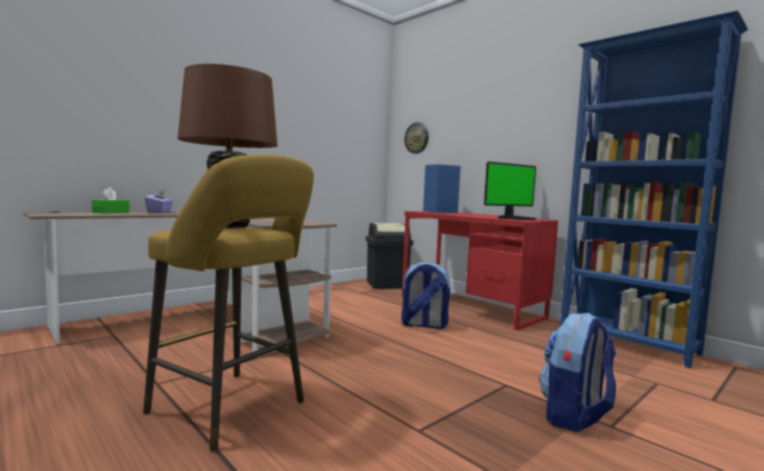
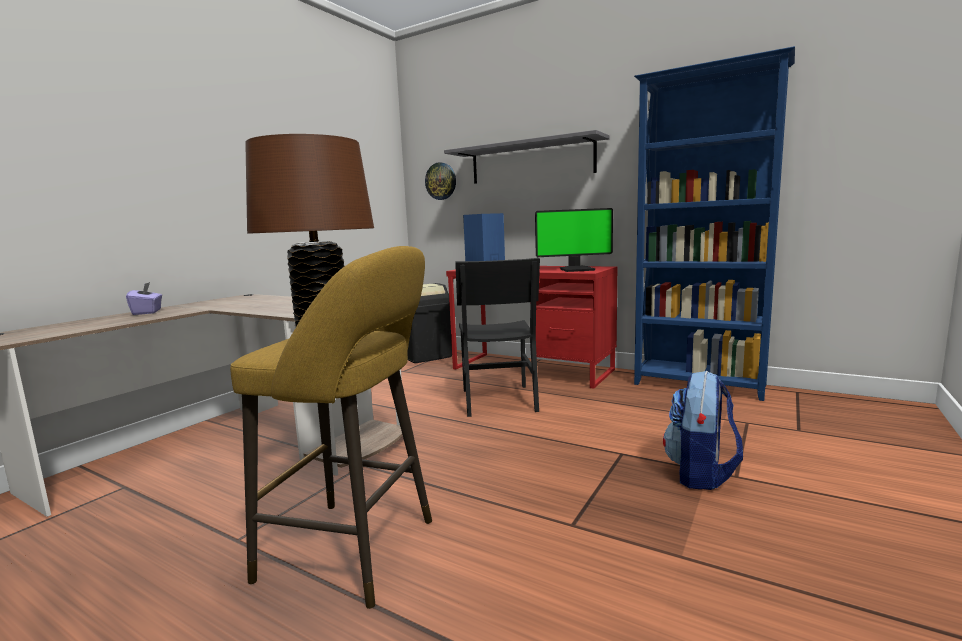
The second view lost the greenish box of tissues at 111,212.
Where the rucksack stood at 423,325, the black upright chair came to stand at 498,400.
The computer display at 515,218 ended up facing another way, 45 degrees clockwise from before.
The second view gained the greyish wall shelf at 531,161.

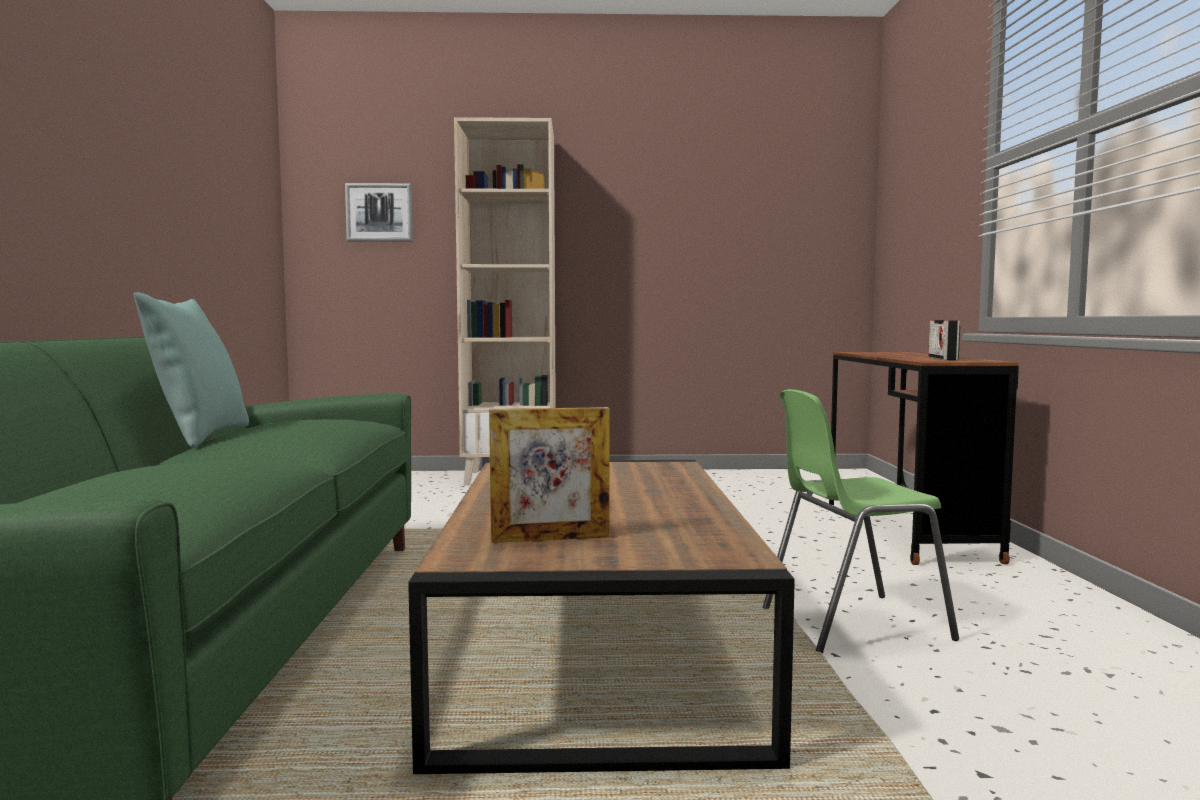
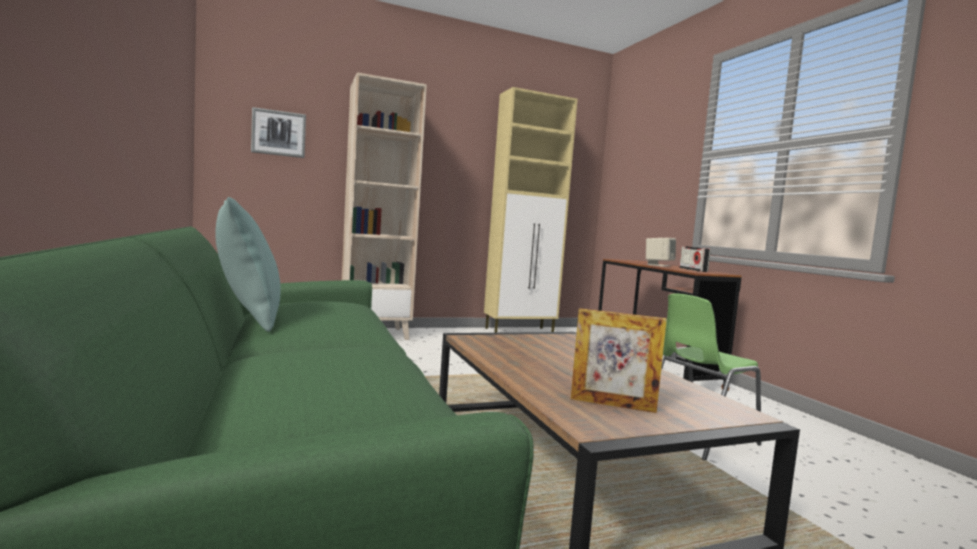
The standing frame at 550,538 ended up facing another way, 45 degrees clockwise from before.
The second view gained the sand-coloured cupboard at 520,331.
The second view gained the sand-coloured audio speaker at 658,265.

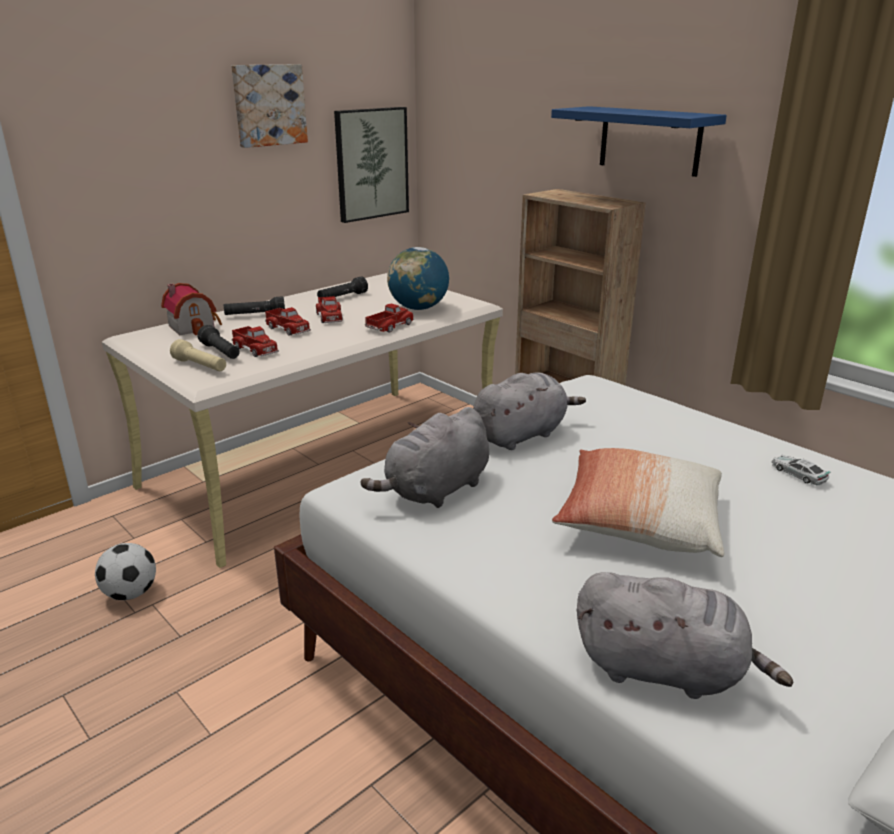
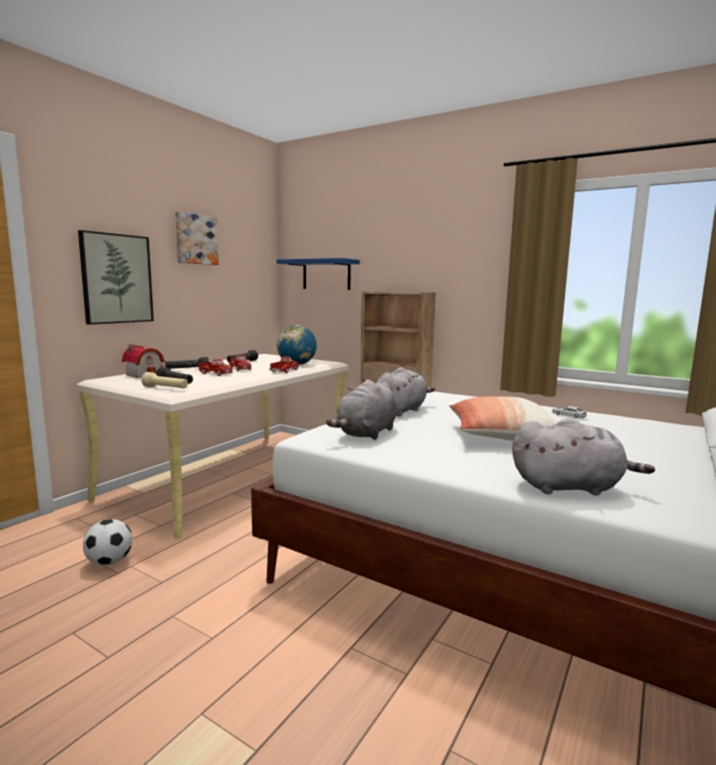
The second view lost the toy truck at 255,349.
The wall art ended up elsewhere, having gone from 371,164 to 116,279.
The blue-coloured wall shelf ended up elsewhere, having gone from 649,140 to 326,275.

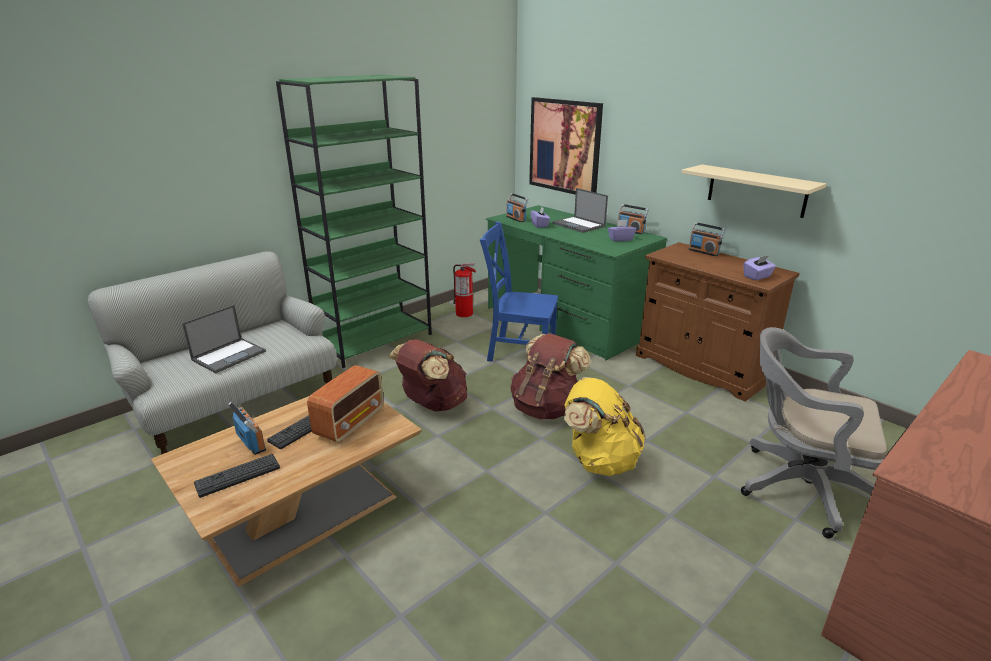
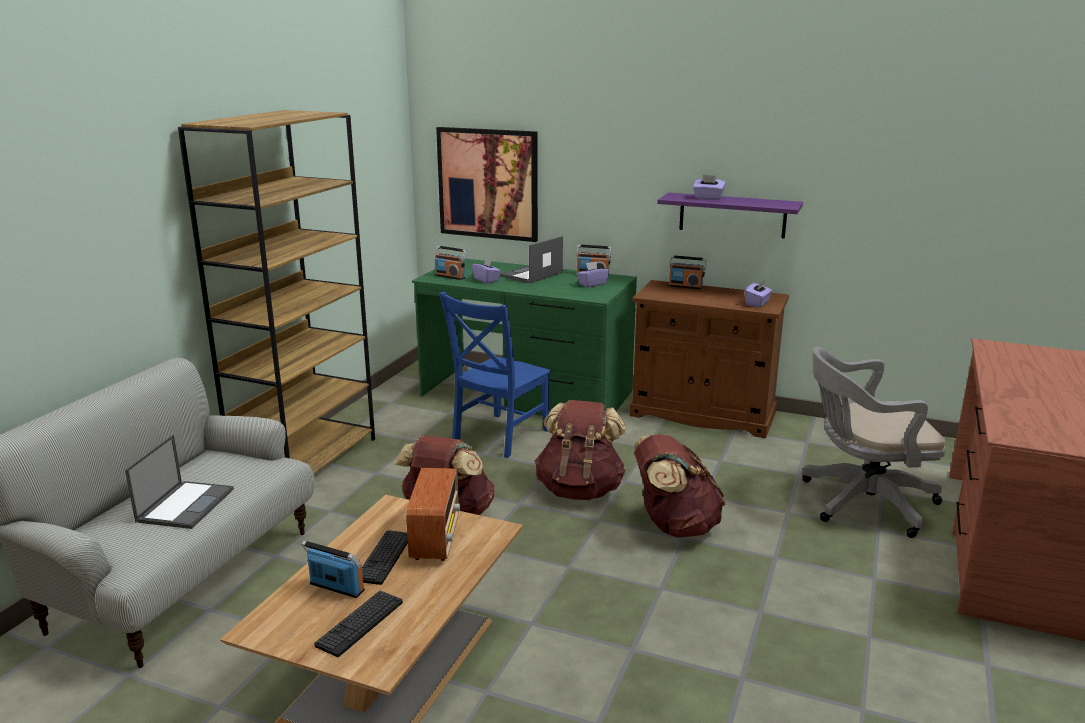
What was the greenish bookcase at 375,341 turned into the brownish bookcase at 306,461.
The second view lost the fire extinguisher at 464,313.
The blue-coloured upright chair at 518,351 ended up facing another way, 45 degrees counterclockwise from before.
The portable computer at 579,225 ended up facing another way, 105 degrees clockwise from before.
What was the yellow-coloured rucksack at 599,460 turned into the brownish rucksack at 674,526.
What was the sand-coloured wall shelf at 756,190 turned into the purplish wall shelf at 732,215.
The second view gained the purplish box of tissues at 708,198.

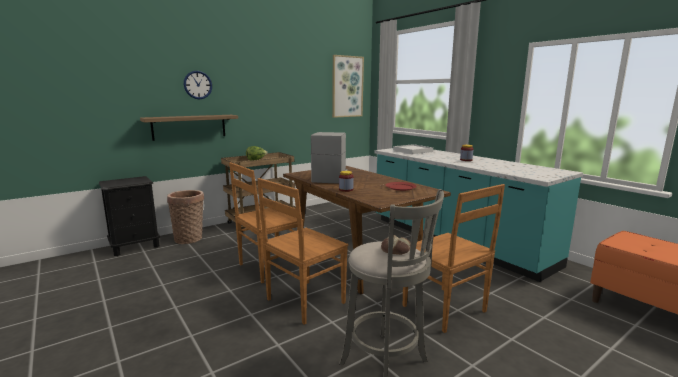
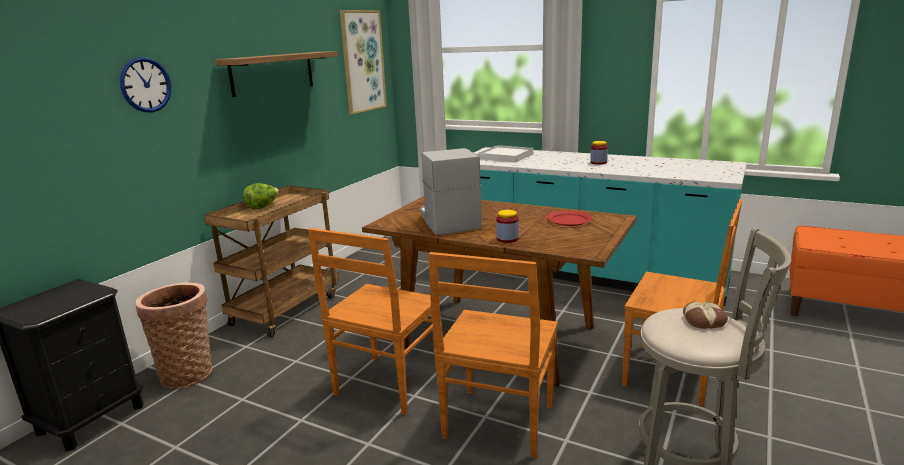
The wall shelf ended up elsewhere, having gone from 189,127 to 272,73.

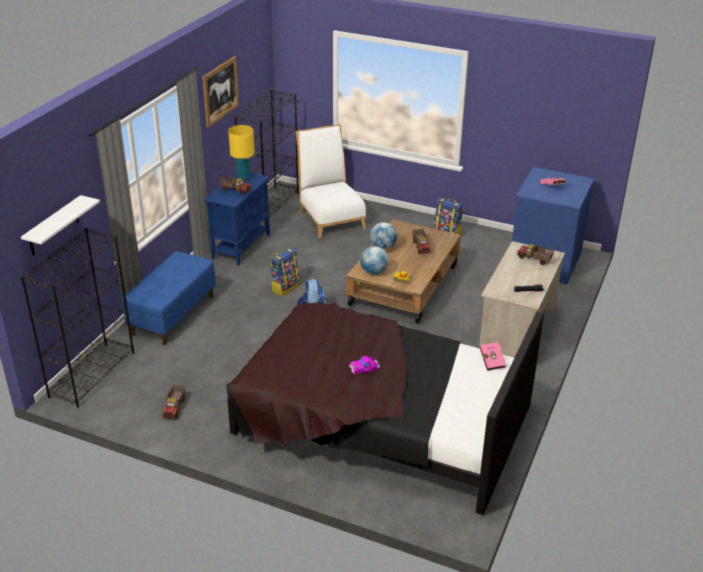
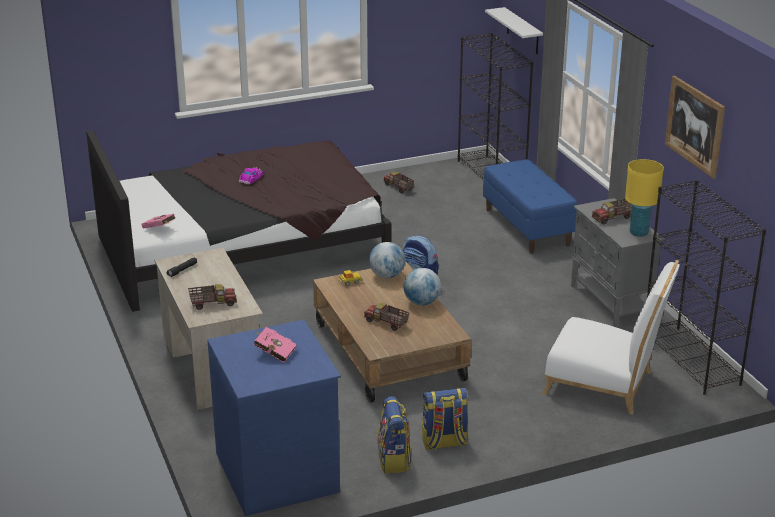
What was the blue-coloured cupboard at 241,246 turned into the greyish cupboard at 611,303.
The rucksack ended up elsewhere, having gone from 284,287 to 394,460.

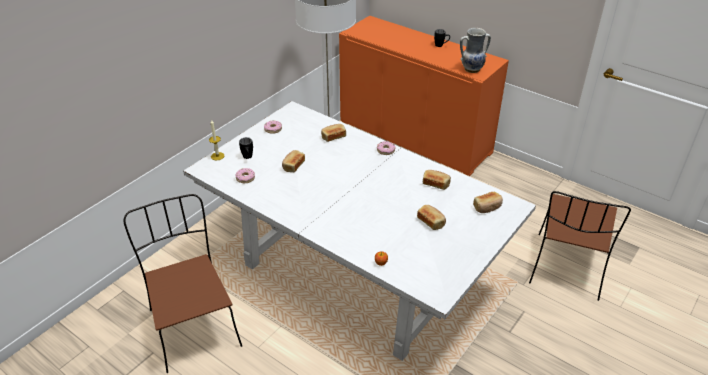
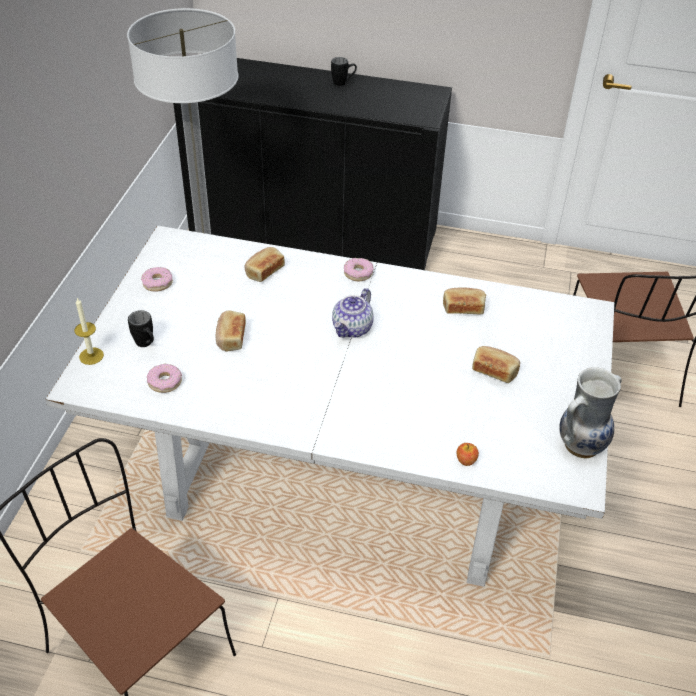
What was the orange cupboard at 414,137 turned into the black cupboard at 314,232.
The flower vase ended up elsewhere, having gone from 471,69 to 580,444.
The second view lost the bread at 487,207.
The second view gained the pot for tea at 352,329.

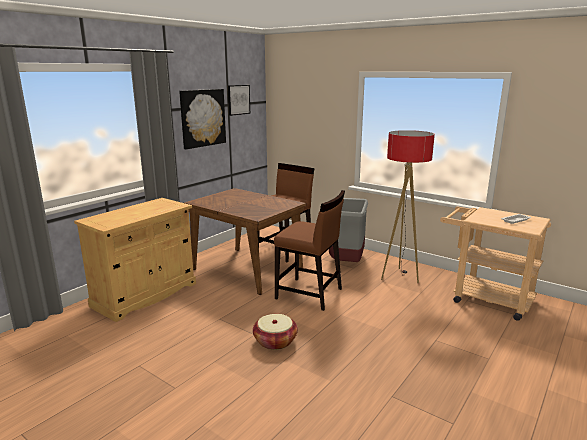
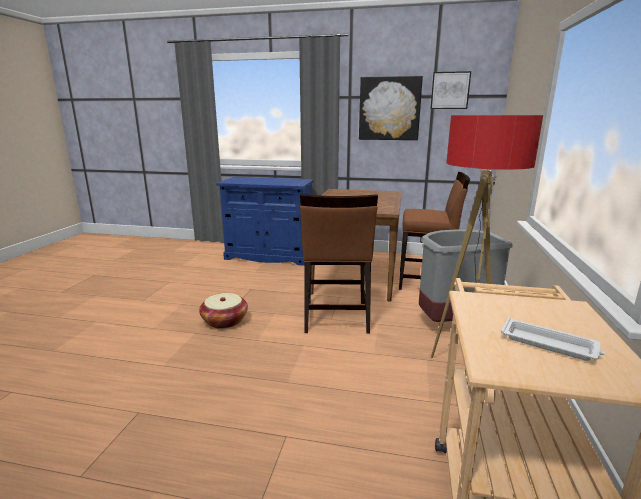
What was the sand-coloured cupboard at 145,295 turned into the blue-coloured cupboard at 269,256.

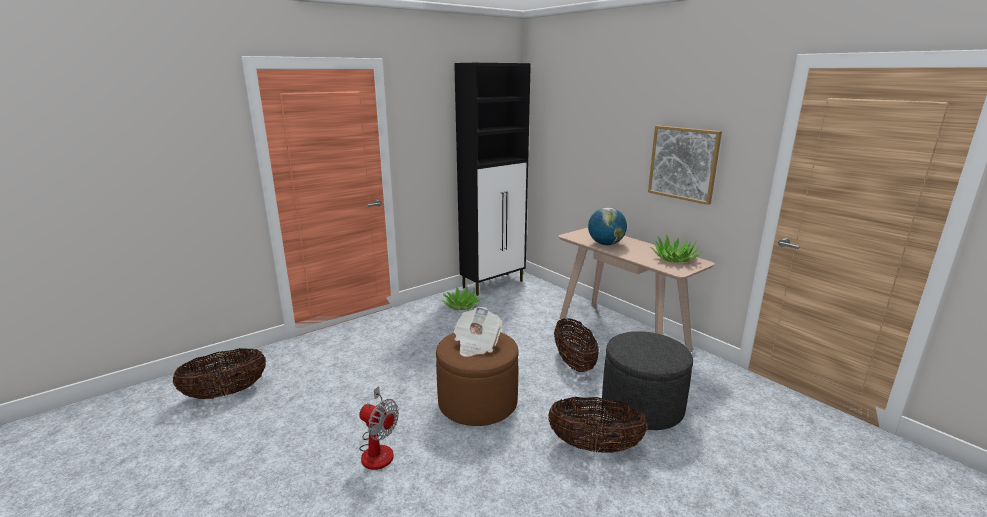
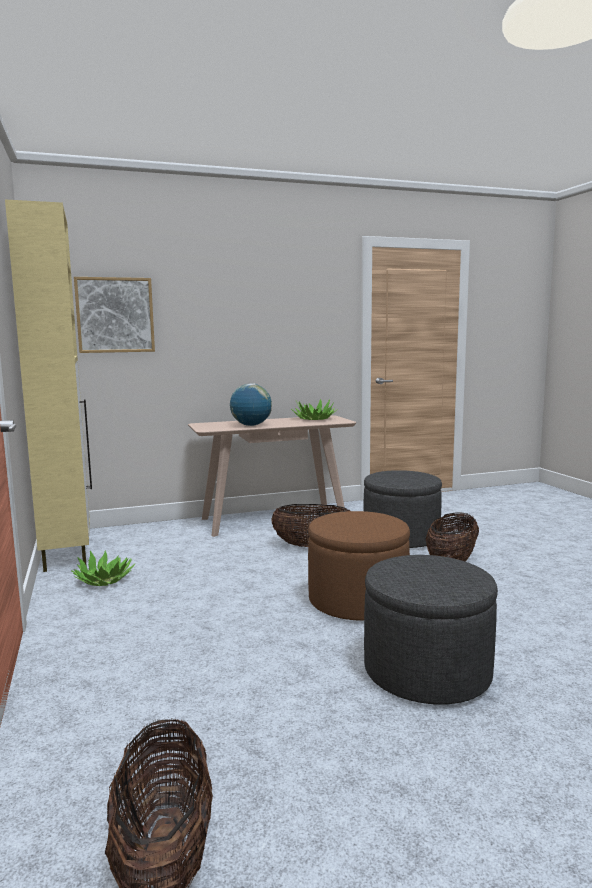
Where the cooling fan stood at 378,449, the greyish ottoman came to stand at 427,671.
The second view lost the daily paper at 476,344.
What was the black cupboard at 493,284 turned into the sand-coloured cupboard at 67,552.
The wall art ended up elsewhere, having gone from 683,163 to 115,315.

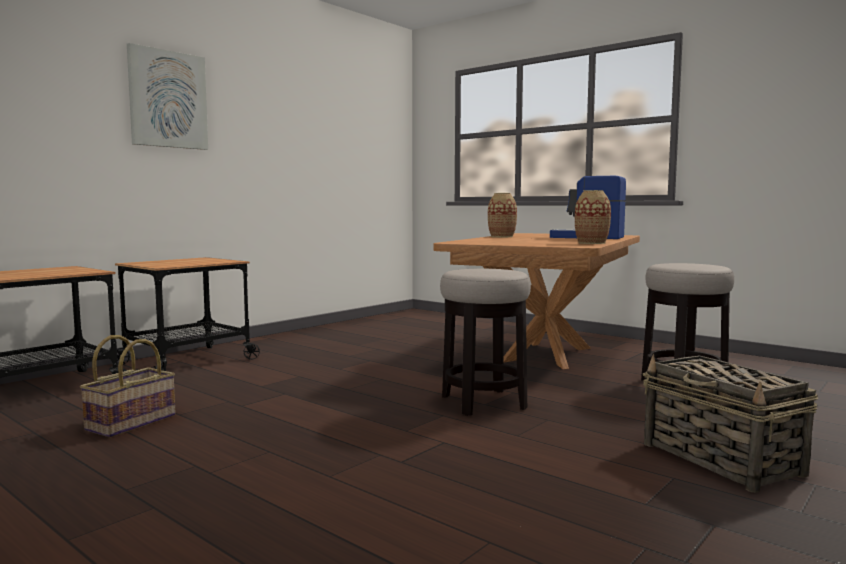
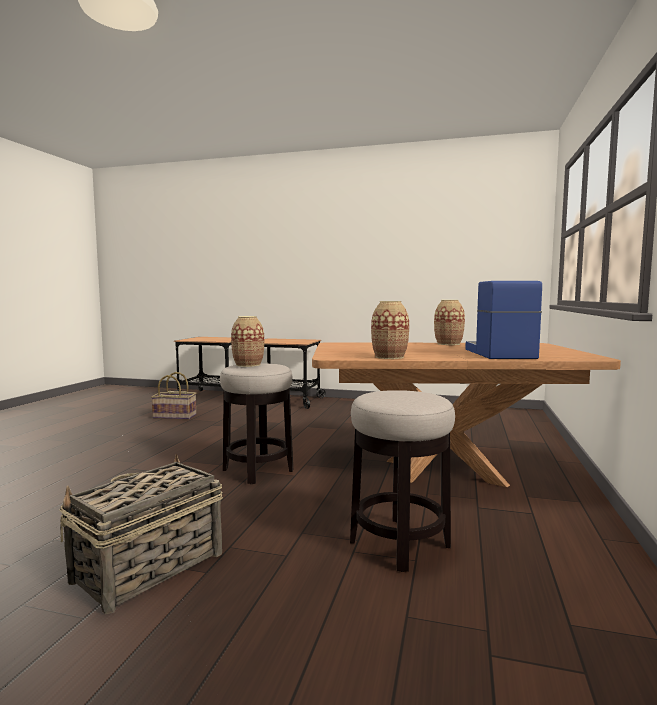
The second view lost the wall art at 168,99.
The second view gained the flower vase at 248,364.

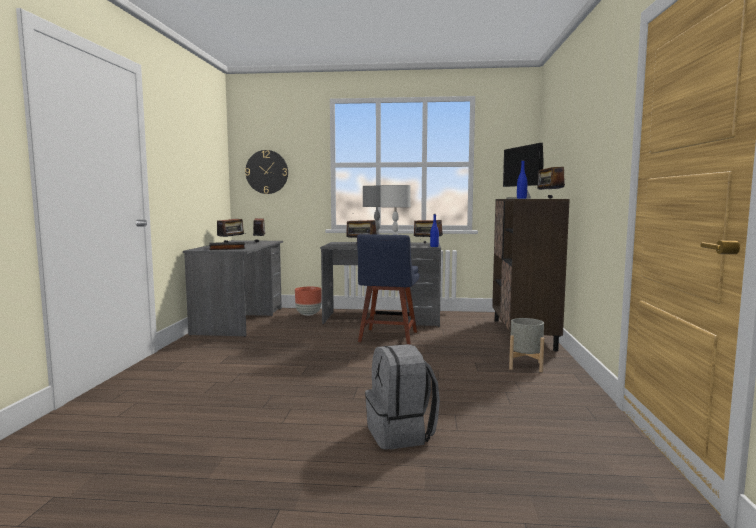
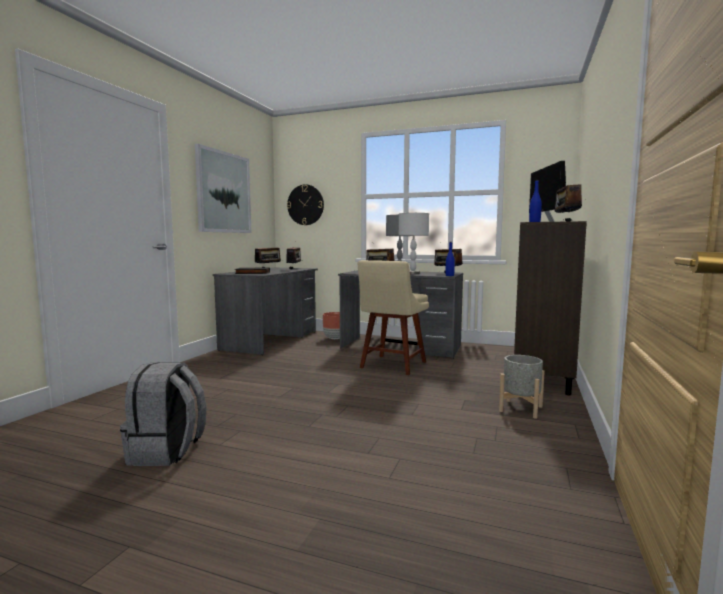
What was the blue-coloured upright chair at 387,337 turned into the sand-coloured upright chair at 392,365.
The greyish rucksack ended up elsewhere, having gone from 401,434 to 167,452.
The second view gained the wall art at 224,192.

